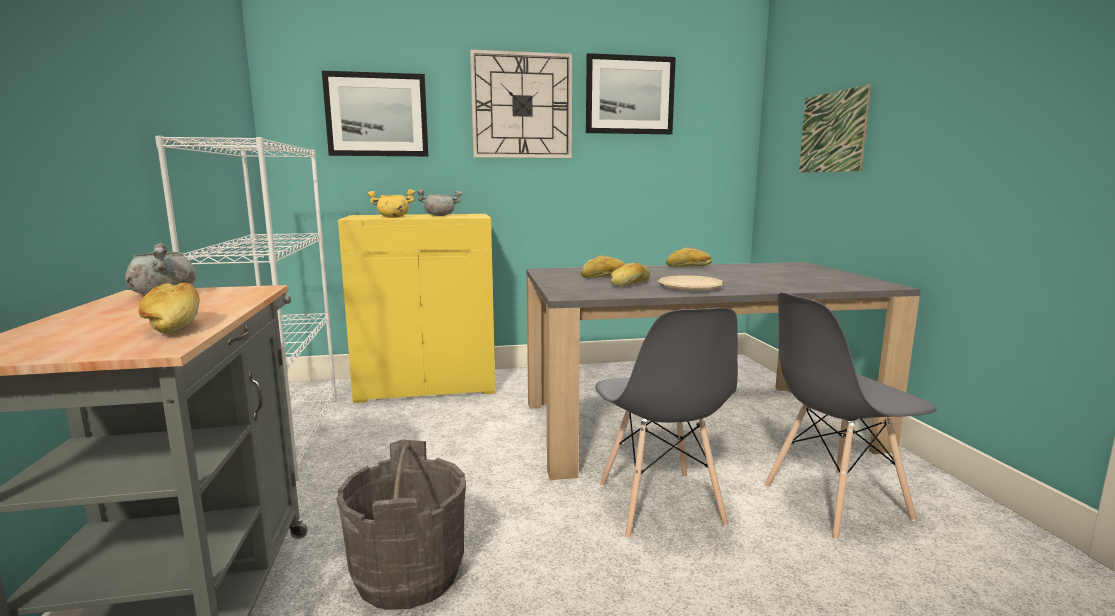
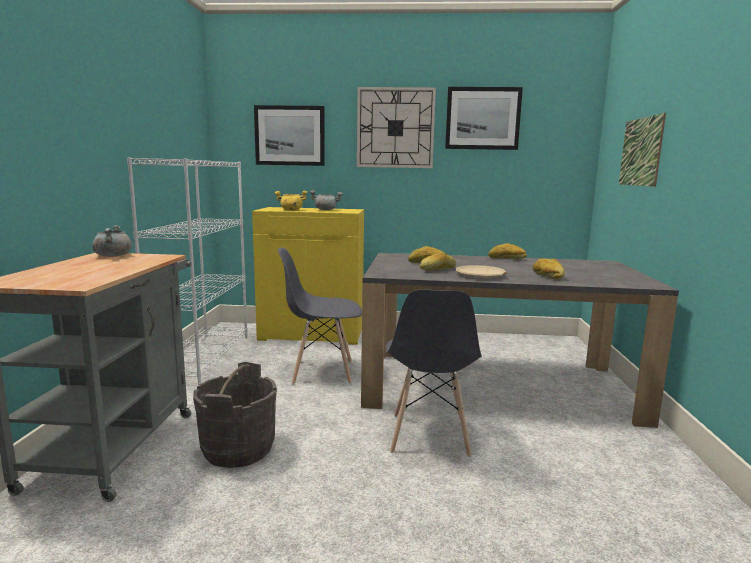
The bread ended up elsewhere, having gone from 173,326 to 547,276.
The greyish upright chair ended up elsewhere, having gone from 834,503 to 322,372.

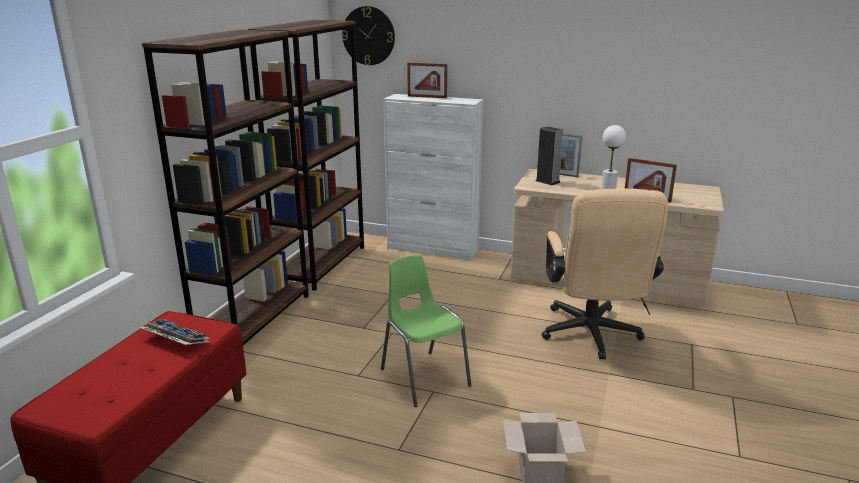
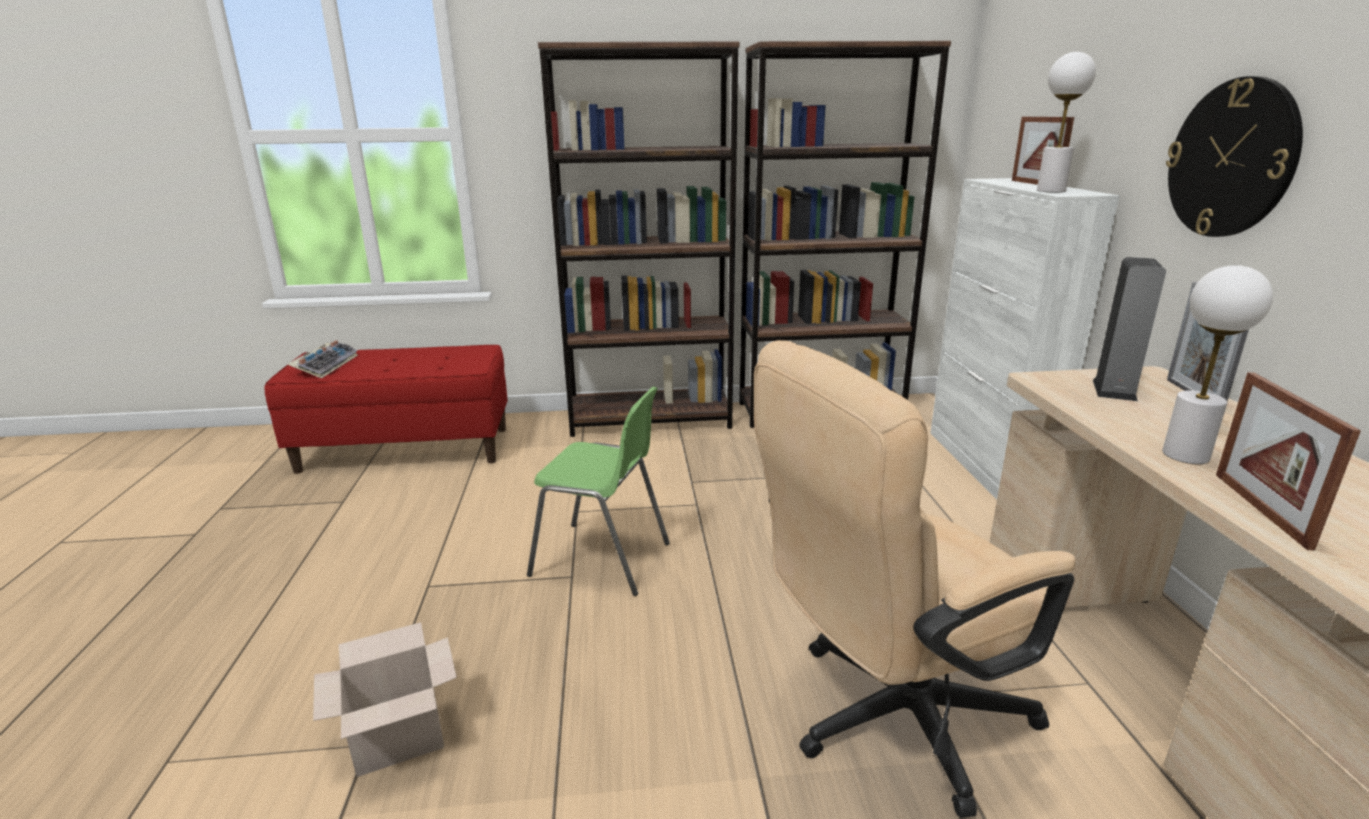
The PC keyboard ended up elsewhere, having gone from 174,340 to 325,365.
The wall clock ended up elsewhere, having gone from 368,36 to 1231,159.
The greenish upright chair at 424,377 ended up facing another way, 75 degrees clockwise from before.
The second view gained the whitish tabletop lamp at 1051,191.

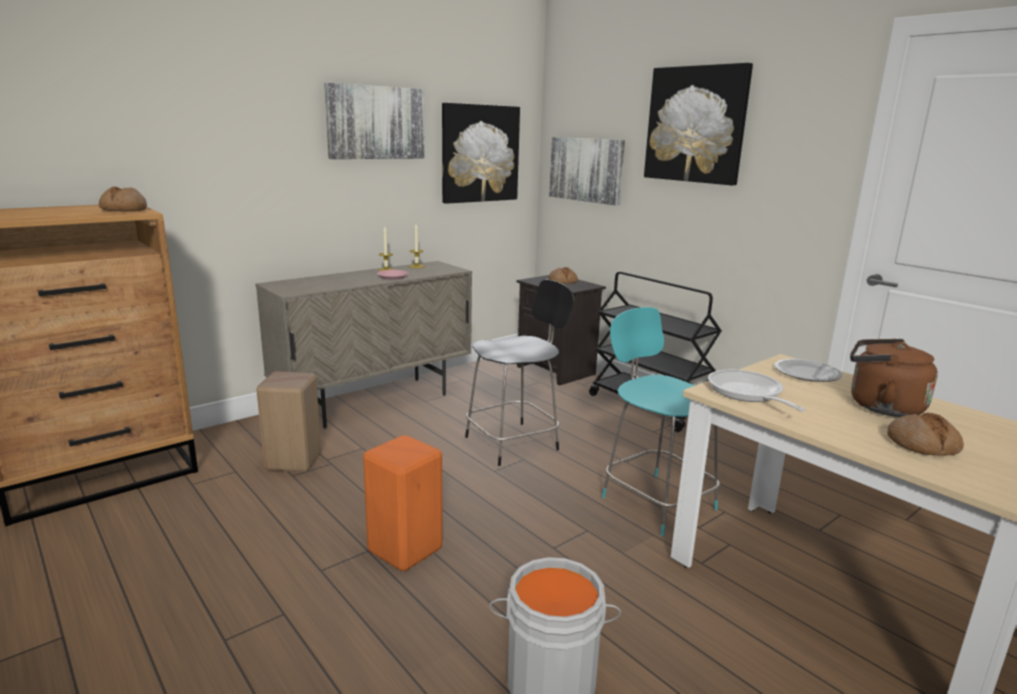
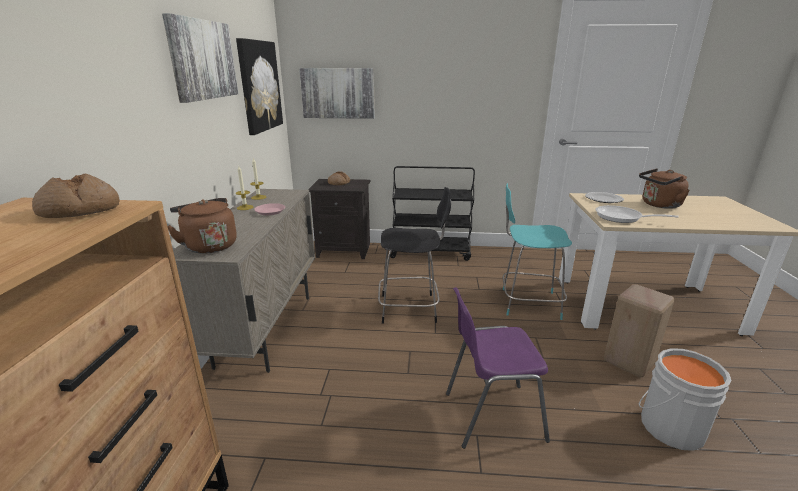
The sand-coloured stool seat ended up elsewhere, having gone from 294,462 to 630,361.
Where the orange stool seat stood at 405,548, the purplish upright chair came to stand at 490,415.
The black upright chair at 514,442 ended up facing another way, 75 degrees clockwise from before.
The second view lost the wall art at 696,125.
The second view lost the bread at 922,445.
The second view gained the brownish kettle at 209,245.

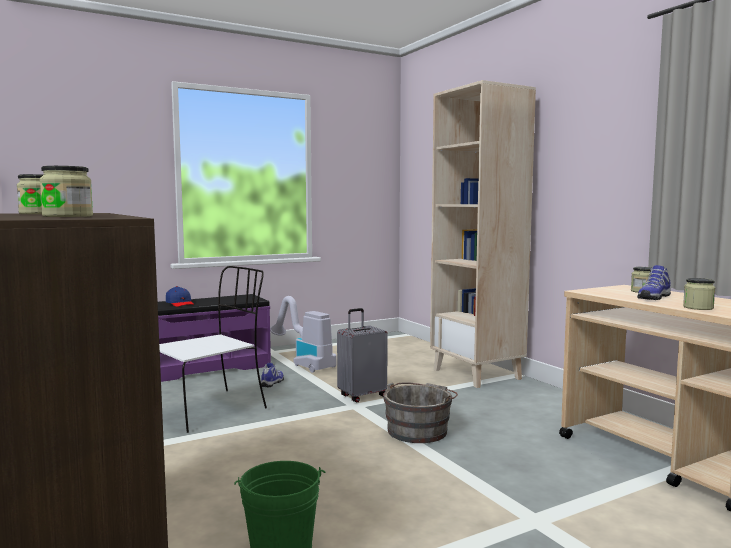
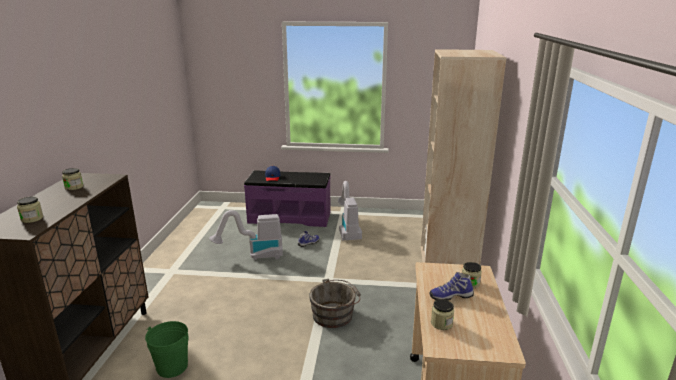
Where the whitish upright chair stood at 211,409, the vacuum came to stand at 254,255.
The second view lost the greyish travel case at 362,396.

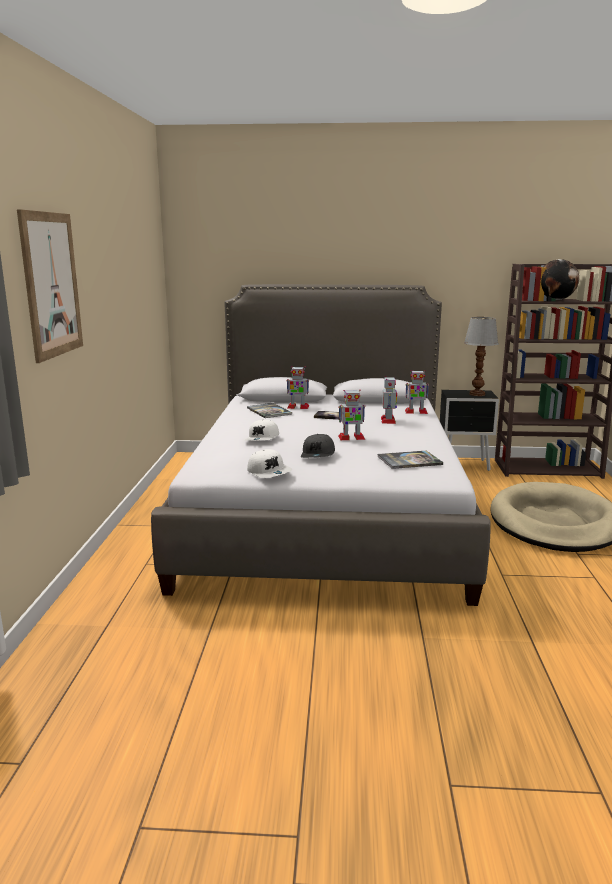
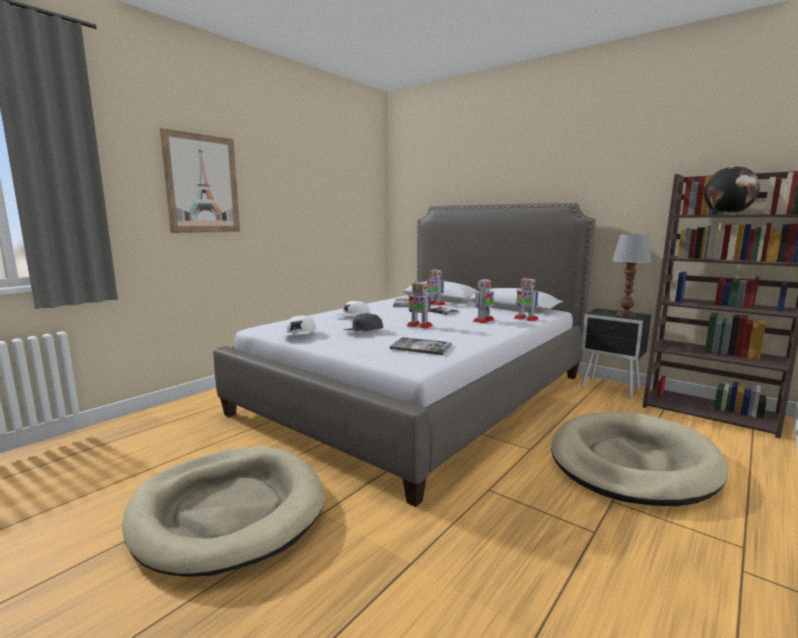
The second view gained the sand-coloured dog cushion at 228,511.

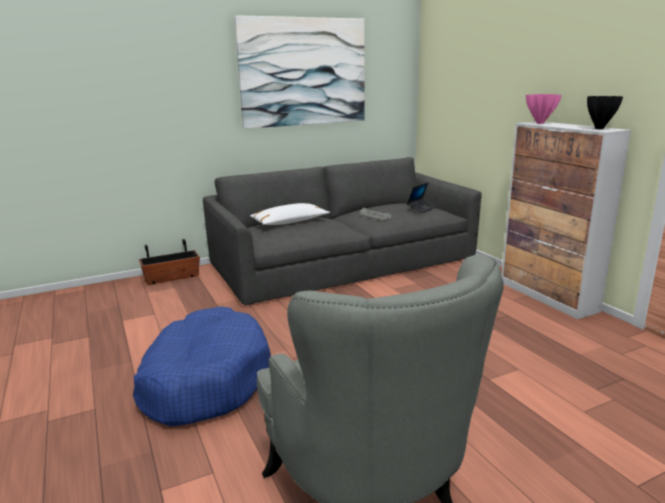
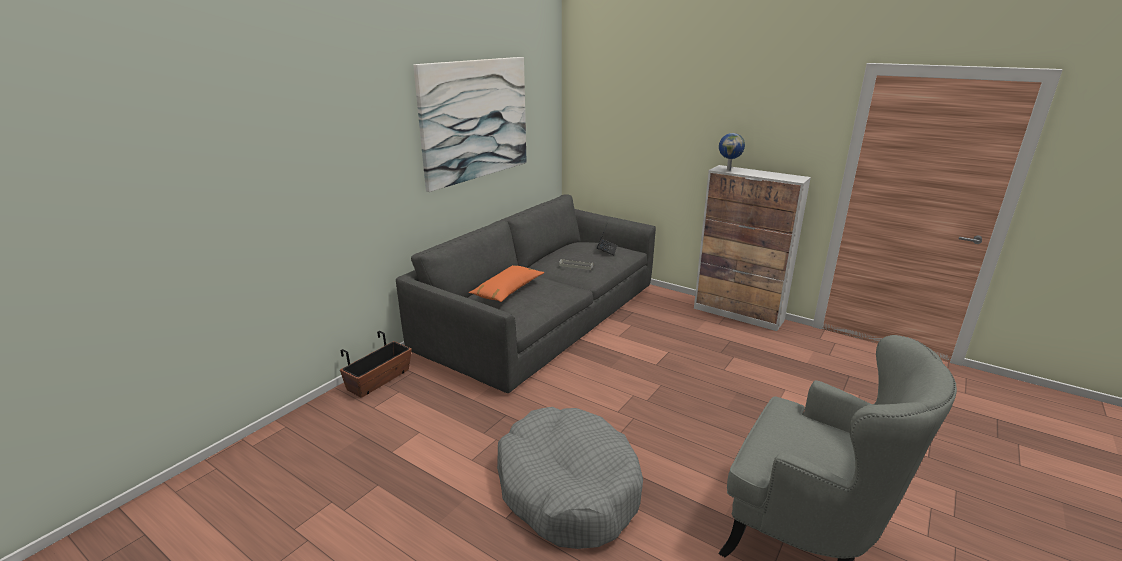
What was the blue-coloured dog cushion at 204,380 turned into the greyish dog cushion at 568,488.
What was the whitish cushion at 290,222 turned into the orange cushion at 507,290.
Where the pink flower vase stood at 539,123, the world globe came to stand at 728,170.
The second view lost the black flower vase at 599,129.

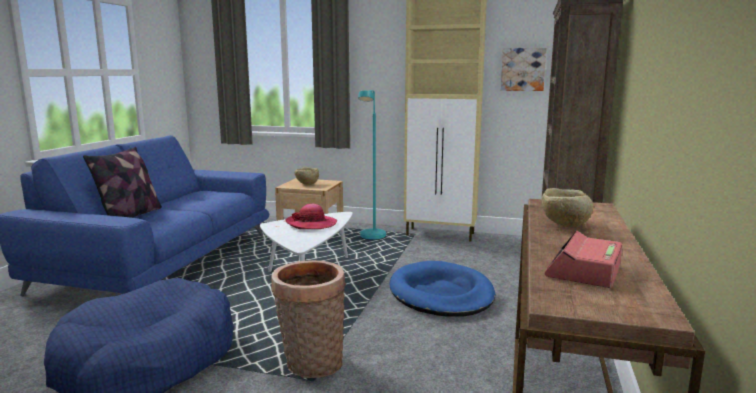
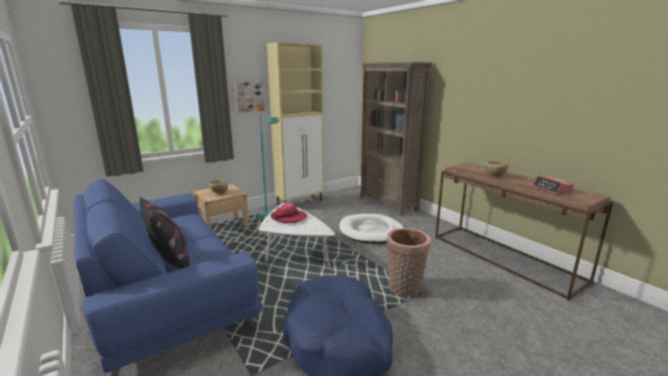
What was the blue-coloured dog cushion at 441,294 turned into the whitish dog cushion at 371,232.
The wall art ended up elsewhere, having gone from 523,69 to 249,96.

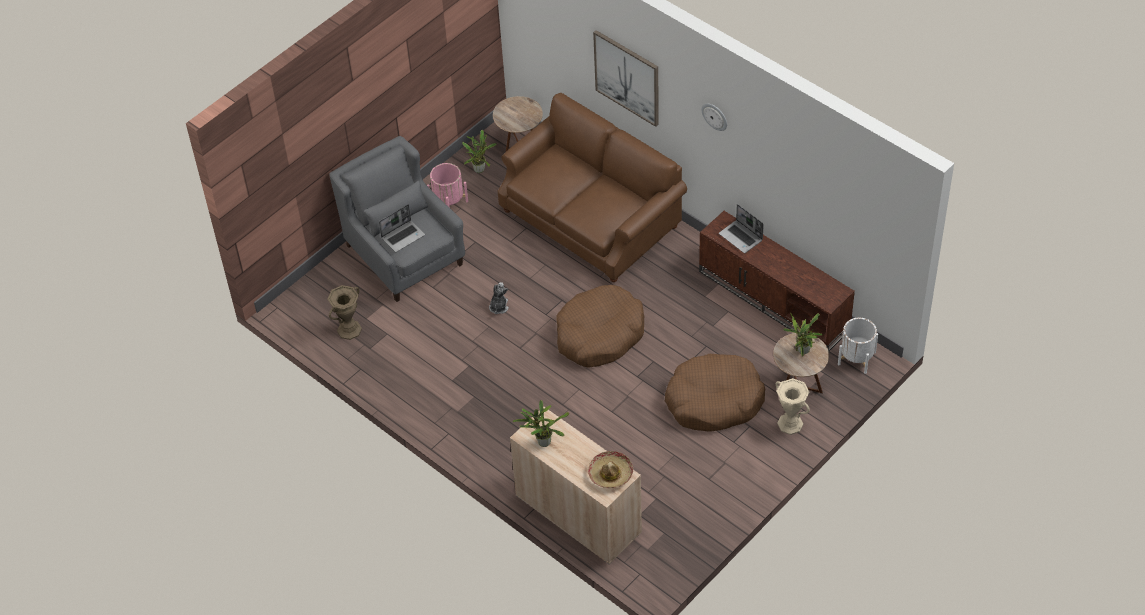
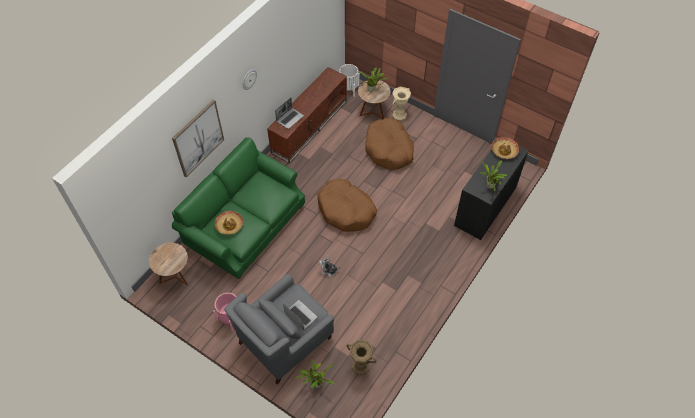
The plant in a pot ended up elsewhere, having gone from 480,168 to 316,384.
What was the brownish sofa at 591,218 turned into the greenish sofa at 245,225.
What was the sand-coloured cupboard at 578,514 turned into the black cupboard at 485,207.
The second view gained the clothing hat at 229,225.

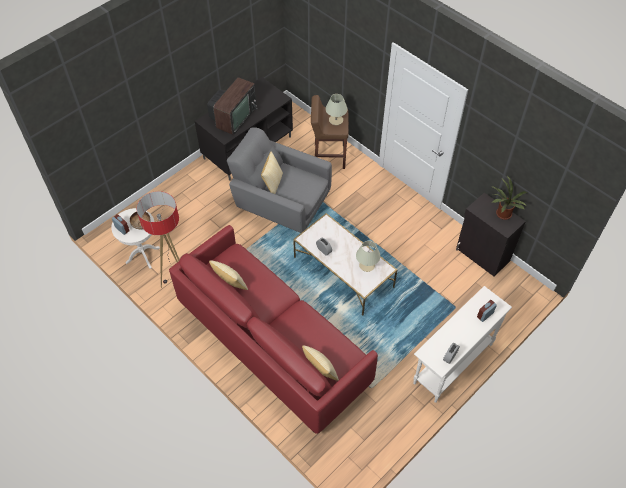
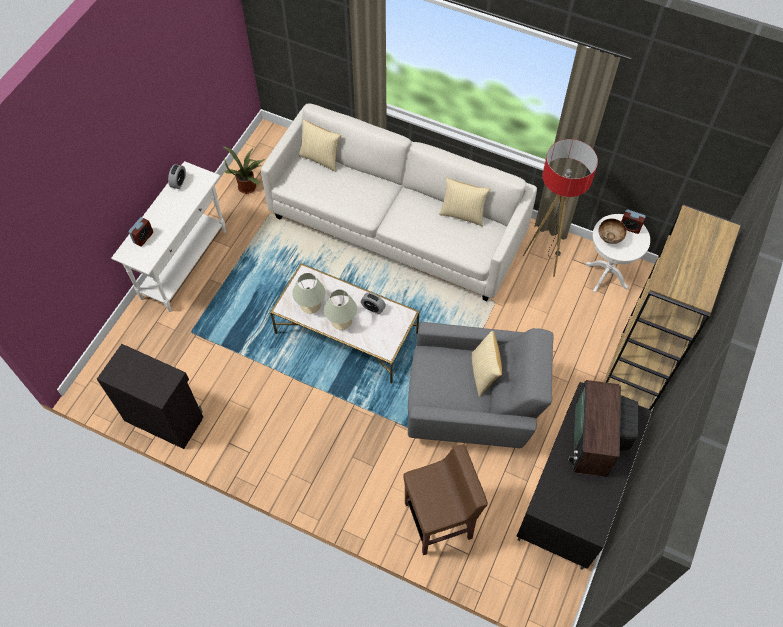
What was the red-coloured sofa at 272,342 turned into the whitish sofa at 397,226.
The sand-coloured tabletop lamp ended up elsewhere, having gone from 336,120 to 341,321.
The plant in a pot ended up elsewhere, having gone from 502,215 to 248,186.
The second view gained the brownish bookcase at 630,382.

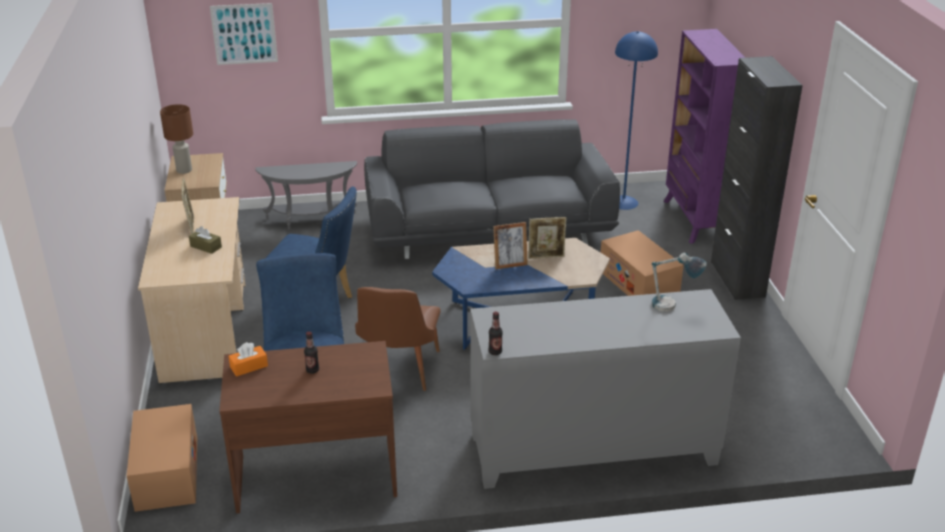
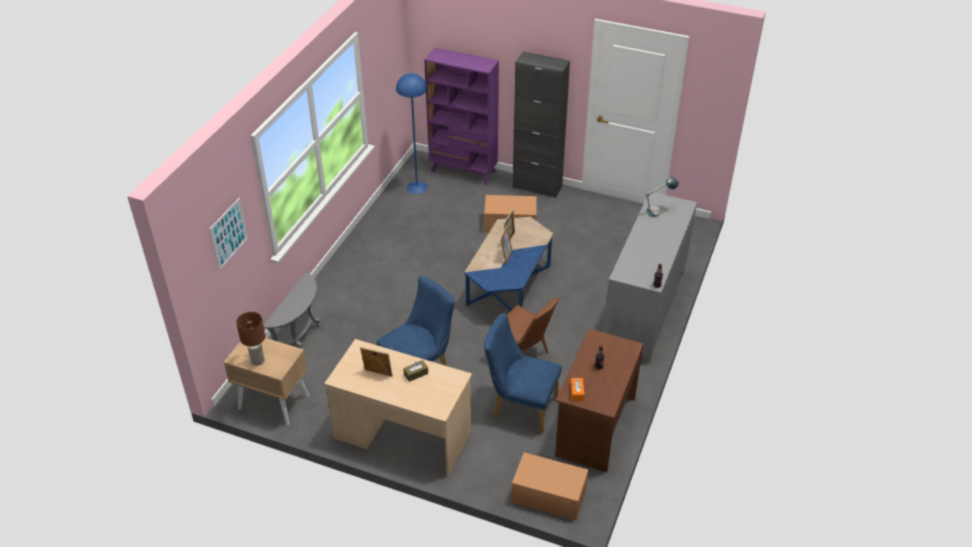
The second view lost the greyish sofa at 488,230.

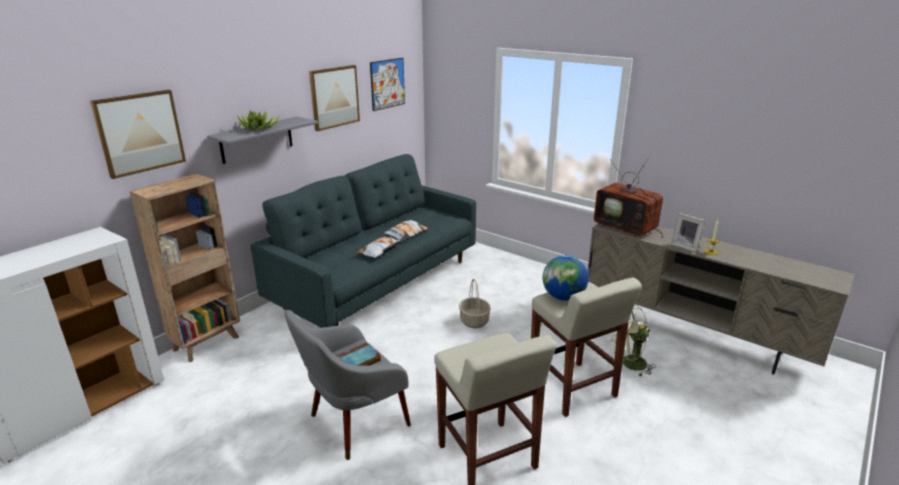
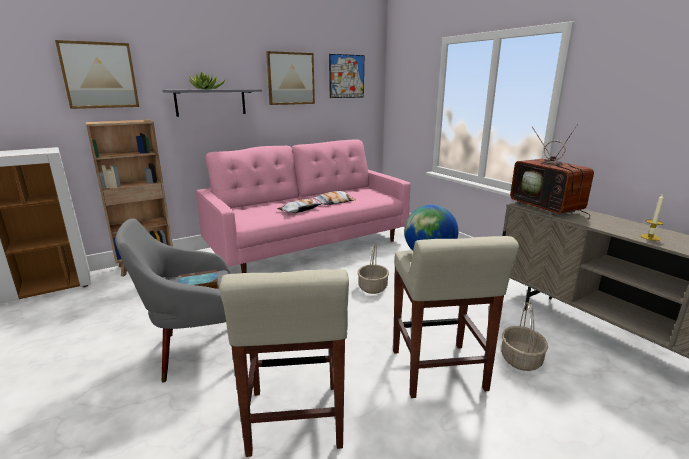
What was the greyish sofa at 377,283 turned into the pink sofa at 309,246.
Where the greenish cooling fan stood at 629,364, the household basket came to stand at 521,360.
The second view lost the standing frame at 685,246.

